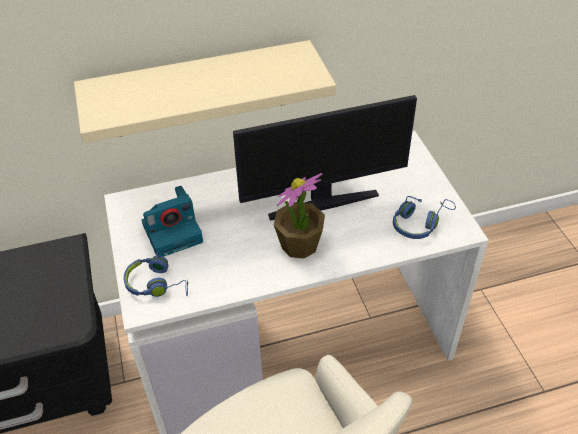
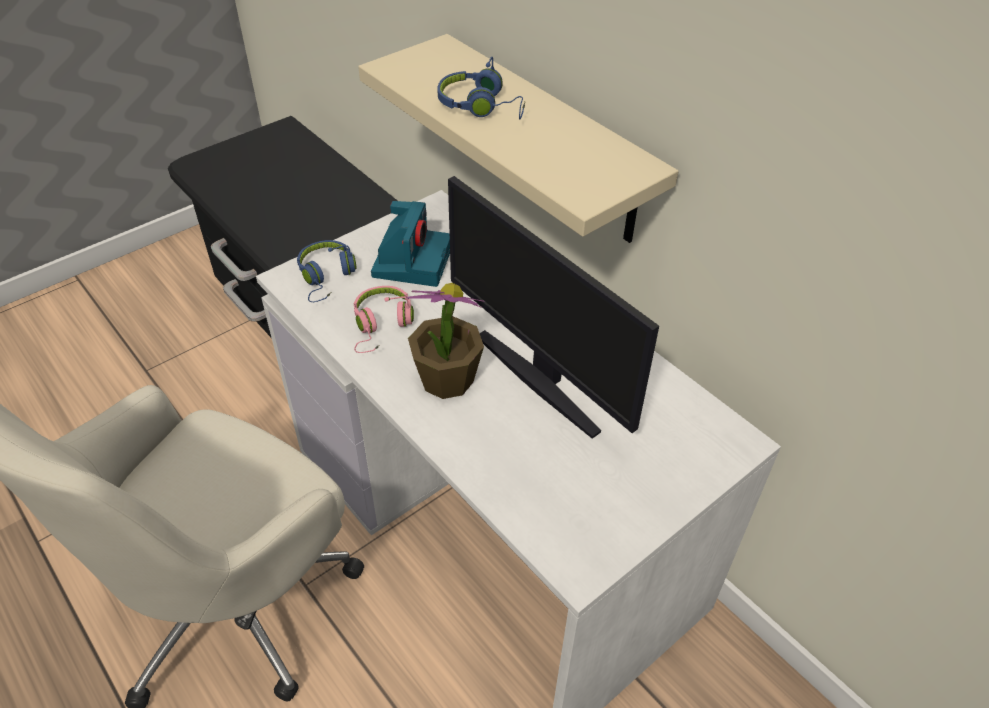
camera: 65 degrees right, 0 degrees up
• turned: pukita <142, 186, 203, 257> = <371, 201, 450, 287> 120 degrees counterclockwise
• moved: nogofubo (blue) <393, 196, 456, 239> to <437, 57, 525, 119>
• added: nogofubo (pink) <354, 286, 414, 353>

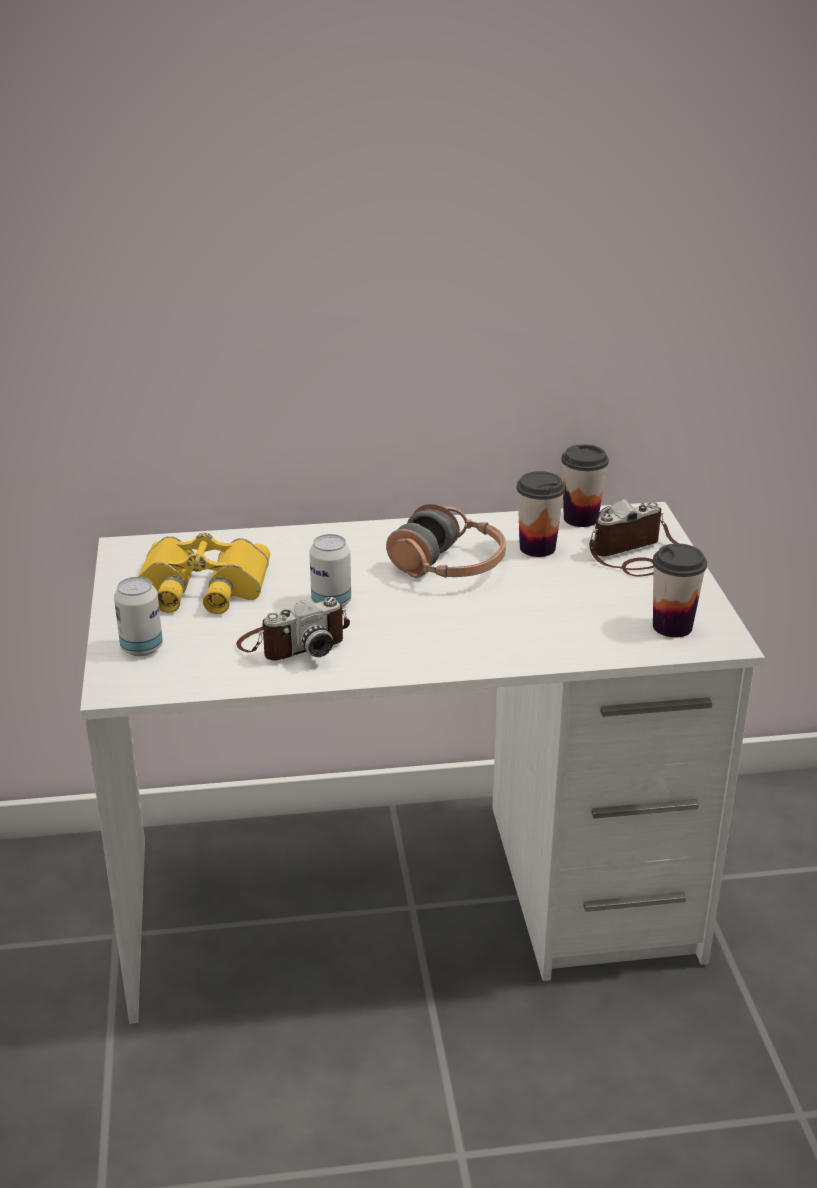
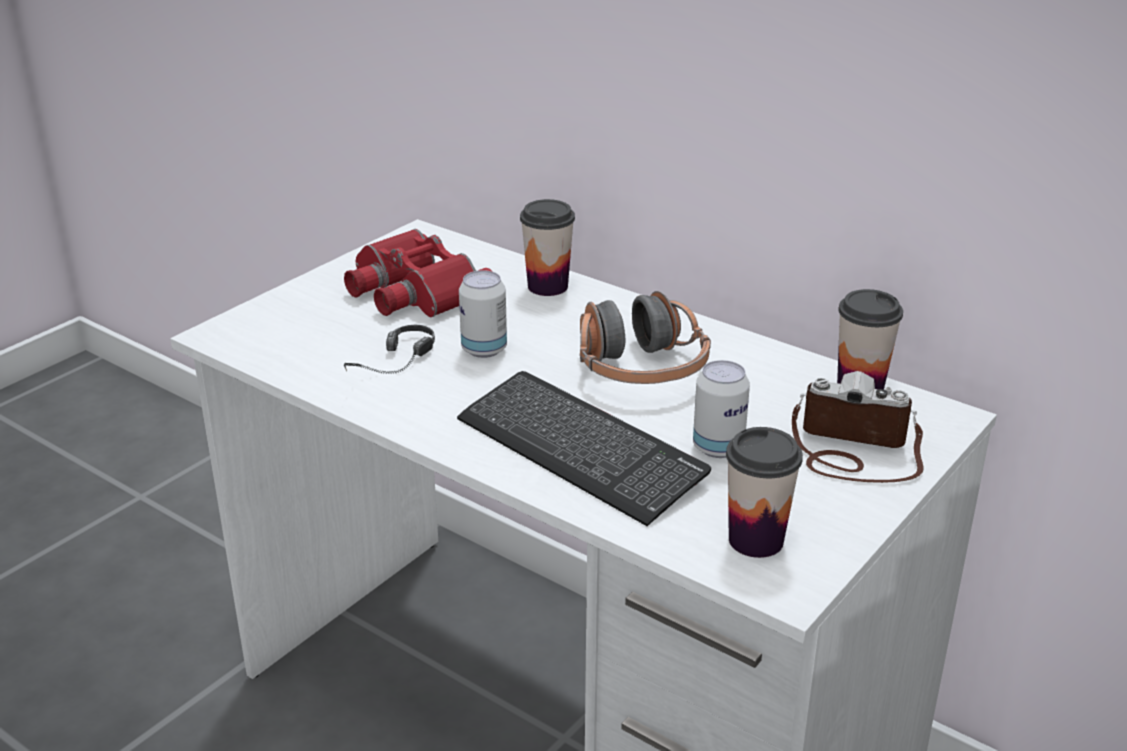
camera: 45 degrees right, 0 degrees up
• moved: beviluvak <114, 577, 163, 656> to <693, 360, 750, 458>
• recoloured: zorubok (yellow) <138, 533, 270, 614> to zorubok (red) <344, 229, 493, 317>
• replaced: pukita <236, 597, 350, 661> to nogofubo <344, 325, 435, 374>
• moved: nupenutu <516, 471, 565, 557> to <520, 199, 575, 296>
• added: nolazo <457, 371, 711, 526>

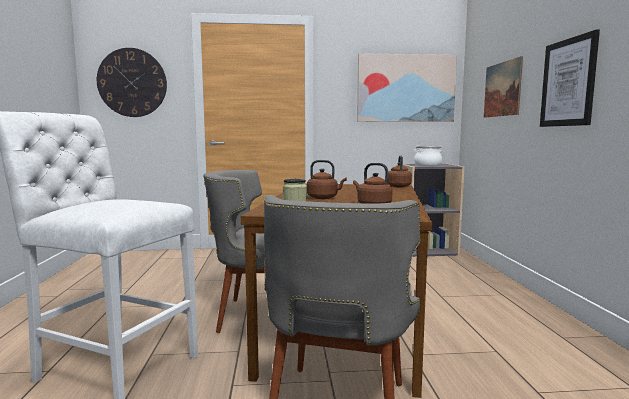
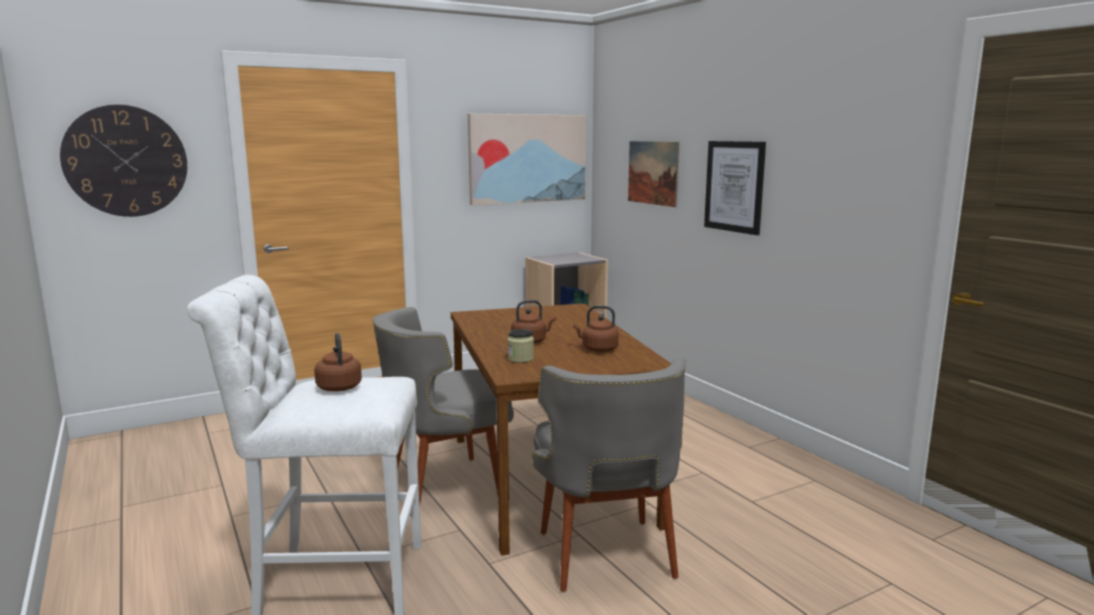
camera: 25 degrees left, 5 degrees up
• moved: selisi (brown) <388, 155, 412, 187> to <314, 333, 362, 392>
• removed: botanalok <414, 146, 443, 166>

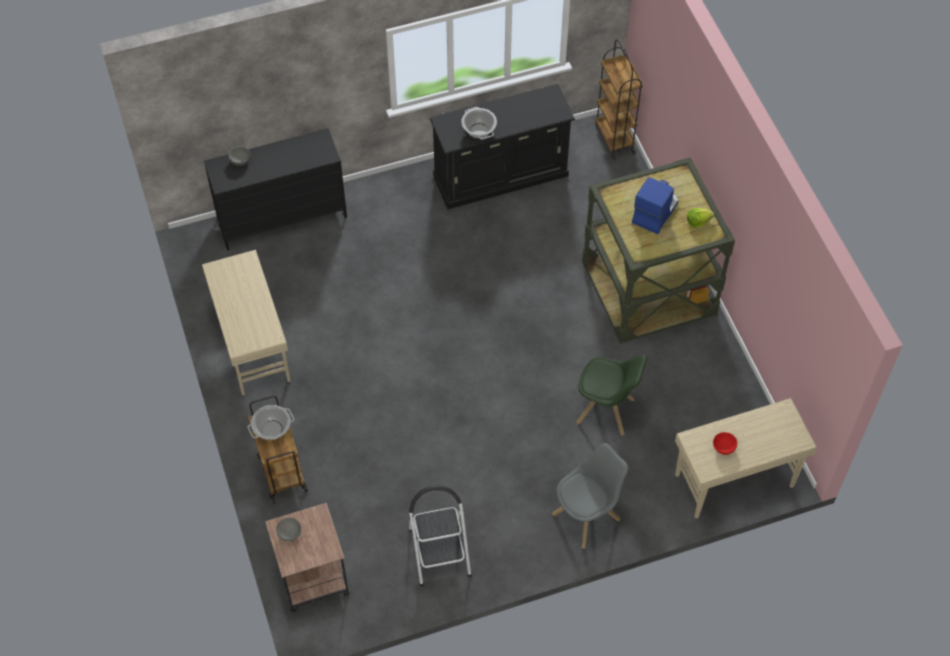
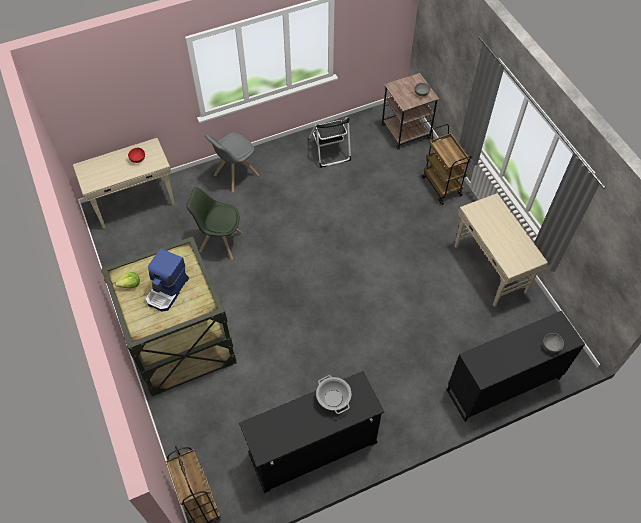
camera: 175 degrees right, 0 degrees up
• removed: botanalok <247, 405, 294, 440>

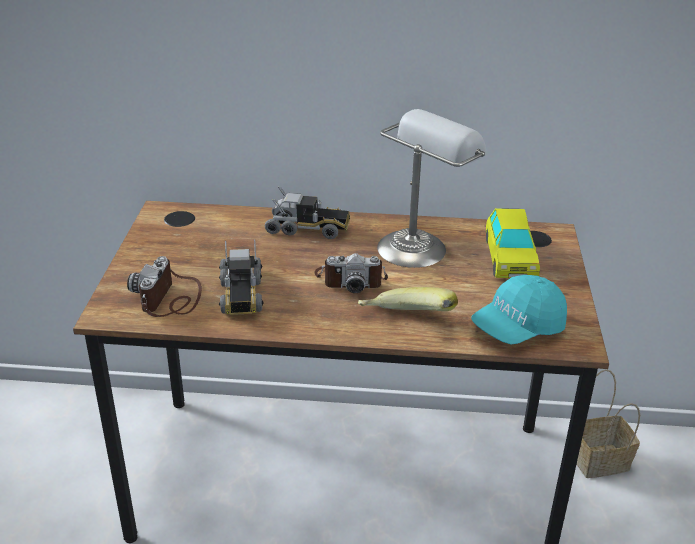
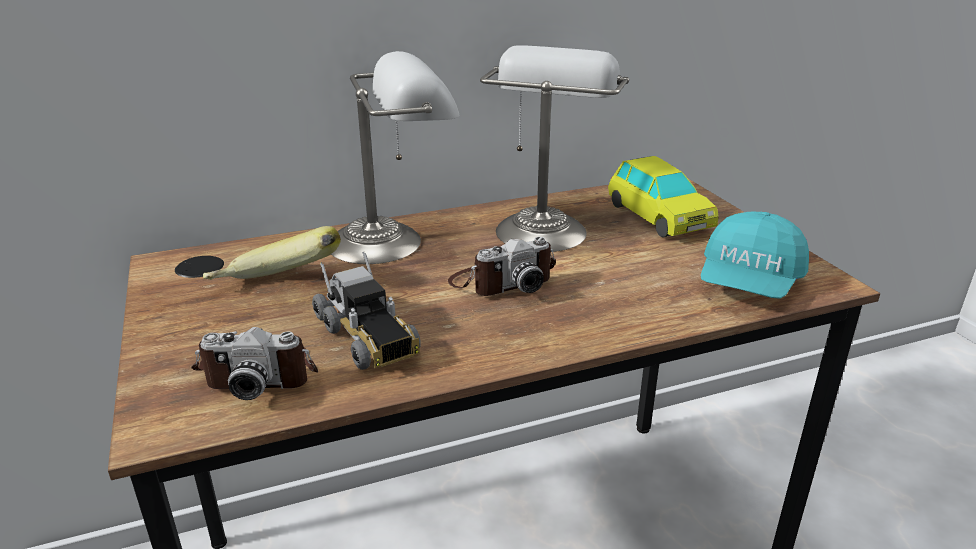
camera: 25 degrees left, 5 degrees down
• turned: pukita <127, 256, 202, 317> = <191, 327, 318, 400> 75 degrees counterclockwise
• replaced: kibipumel <265, 187, 350, 239> to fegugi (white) <331, 51, 460, 264>
• moved: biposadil <358, 287, 458, 311> to <203, 226, 341, 280>
• removed: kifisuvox <577, 369, 640, 478>

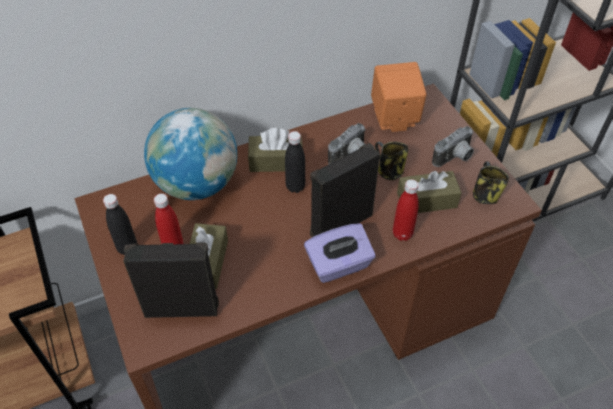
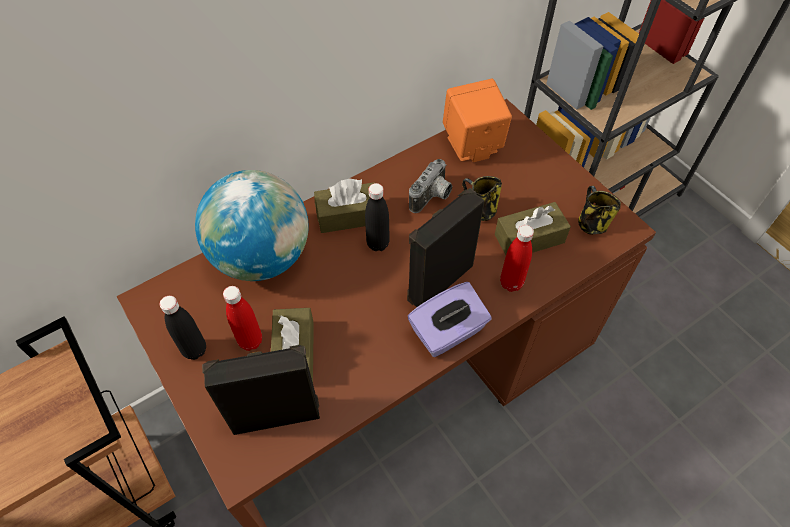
camera: 10 degrees left, 5 degrees up
• removed: pukita <432, 126, 474, 167>

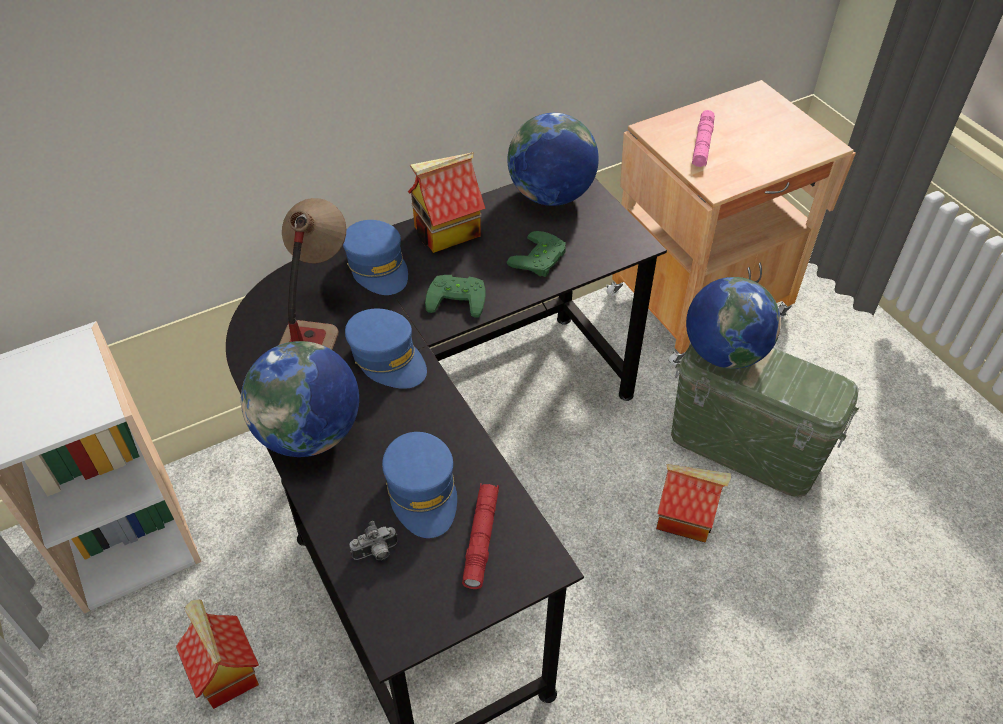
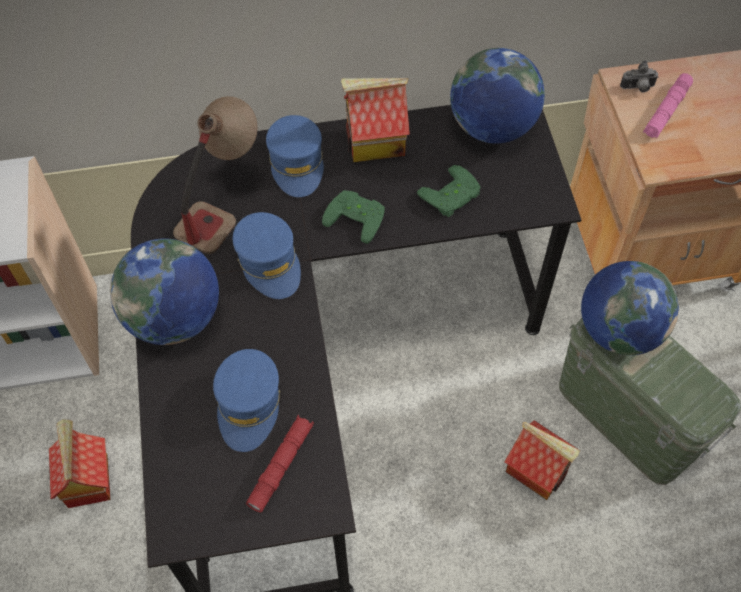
camera: 20 degrees right, 10 degrees up
• moved: pukita <349, 521, 397, 560> to <620, 60, 658, 92>

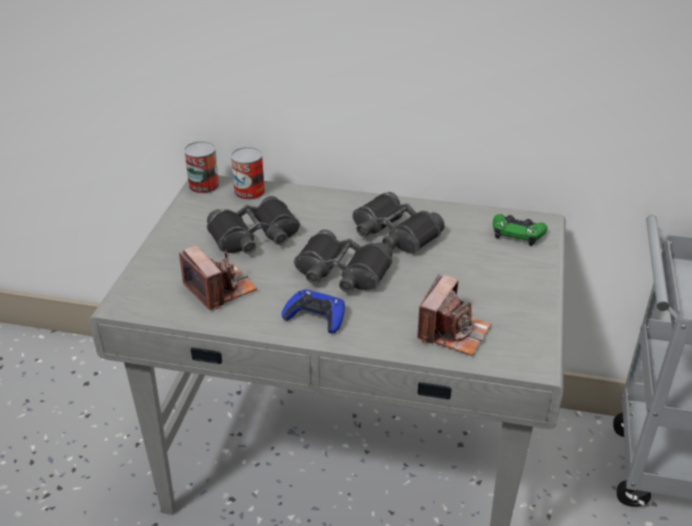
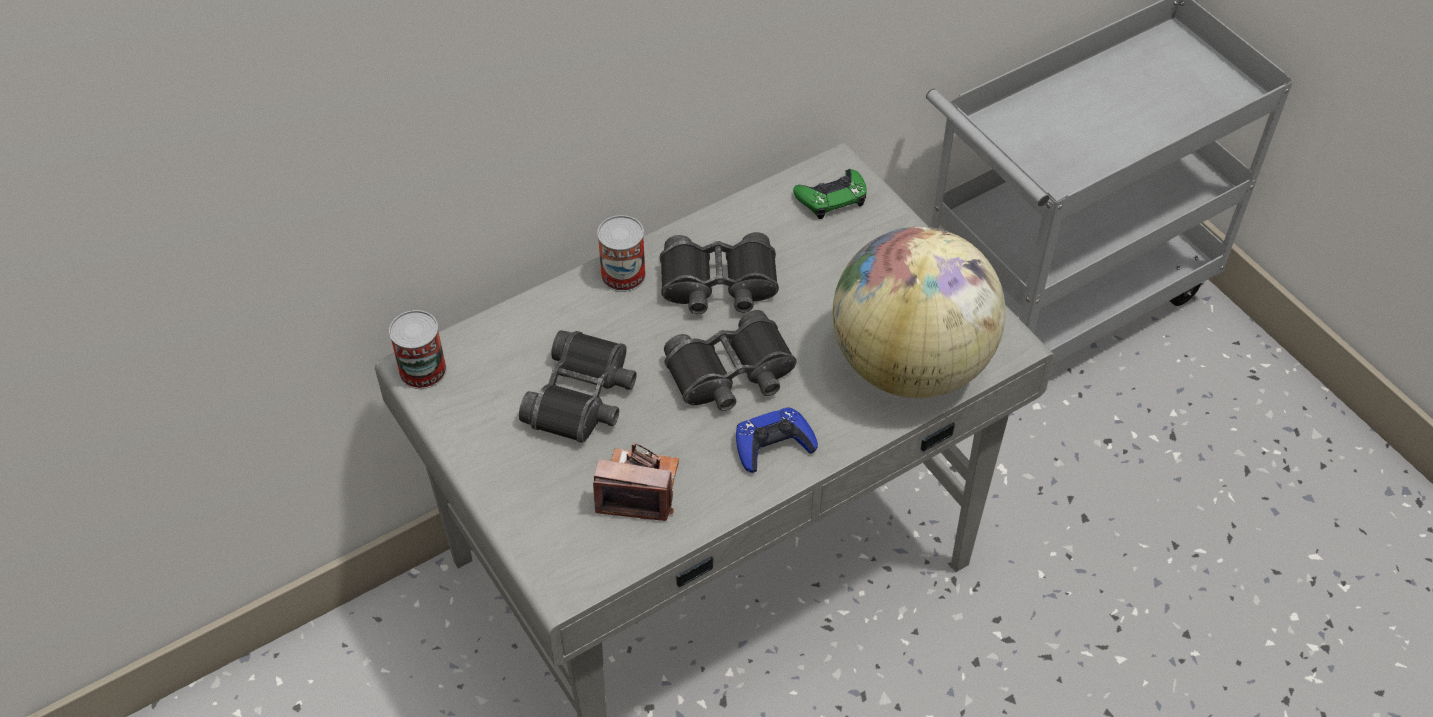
camera: 45 degrees left, 15 degrees up
• moved: beviluvak <231, 147, 265, 201> to <597, 215, 646, 292>
• replaced: pukita <417, 274, 491, 356> to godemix <833, 226, 1006, 398>

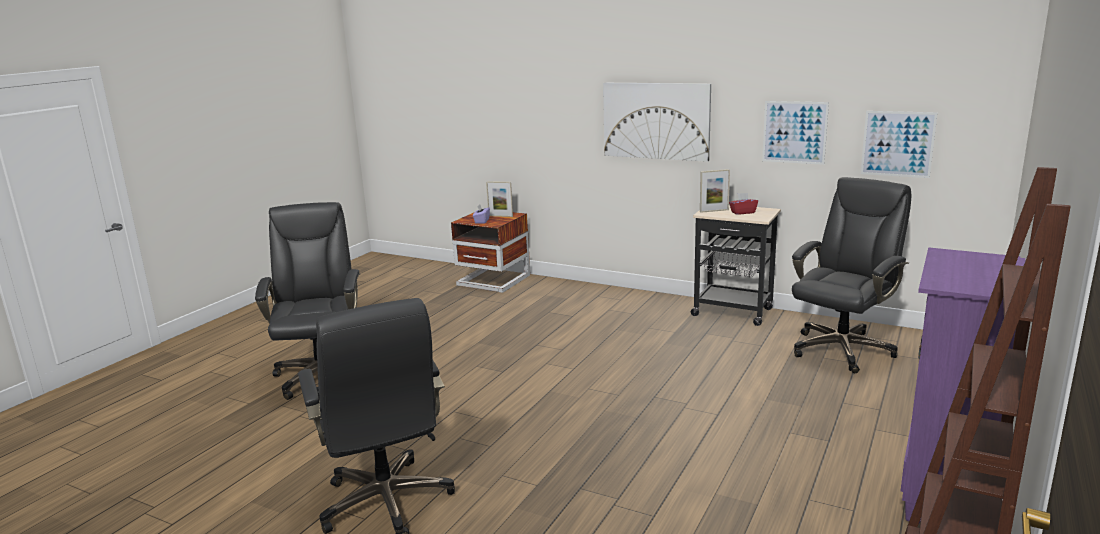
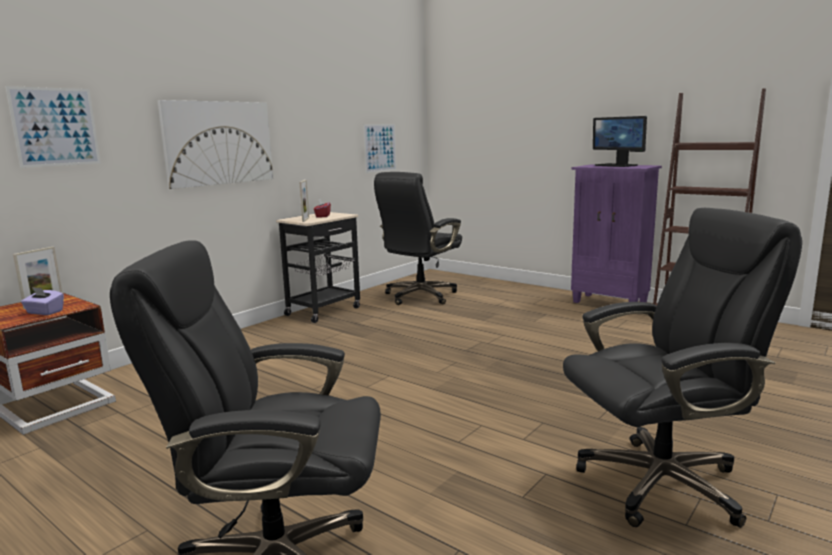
camera: 80 degrees left, 5 degrees down
• moved: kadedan <762, 101, 829, 165> to <5, 86, 100, 168>
• turned: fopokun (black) <792, 177, 911, 373> = <374, 172, 462, 305> 105 degrees counterclockwise
• added: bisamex <593, 116, 647, 167>

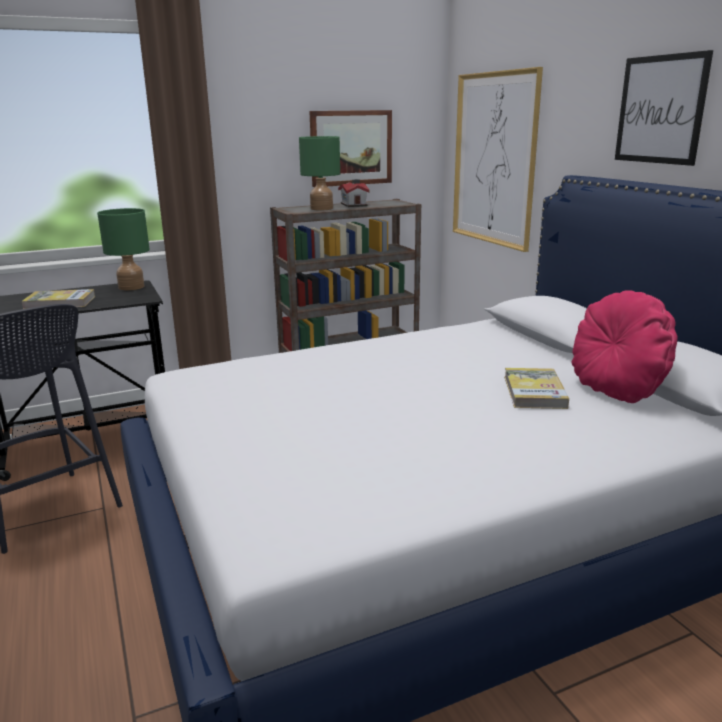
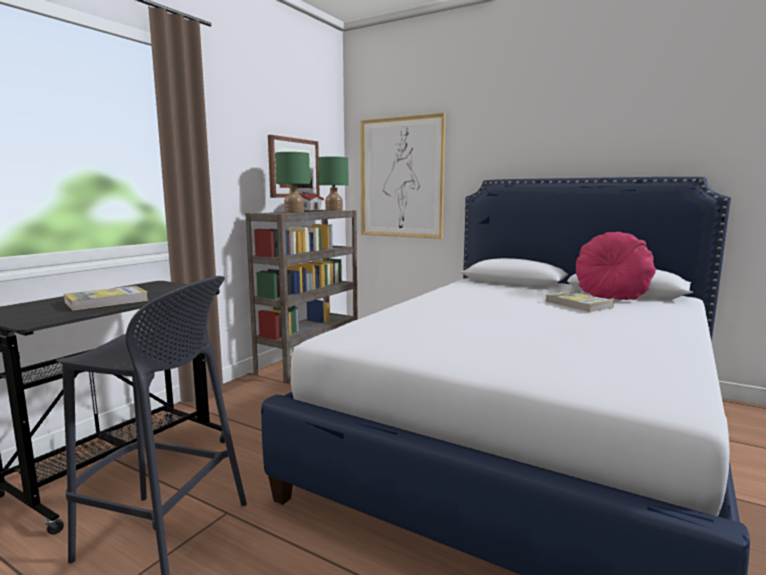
camera: 35 degrees left, 10 degrees down
• moved: fegugi (green) <97, 208, 150, 290> to <318, 156, 349, 211>
• removed: kadedan <615, 50, 713, 166>

